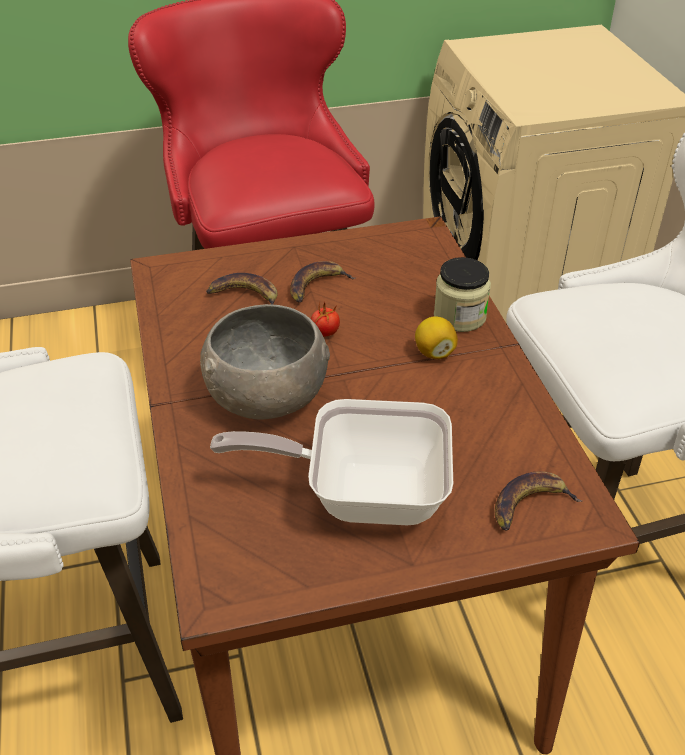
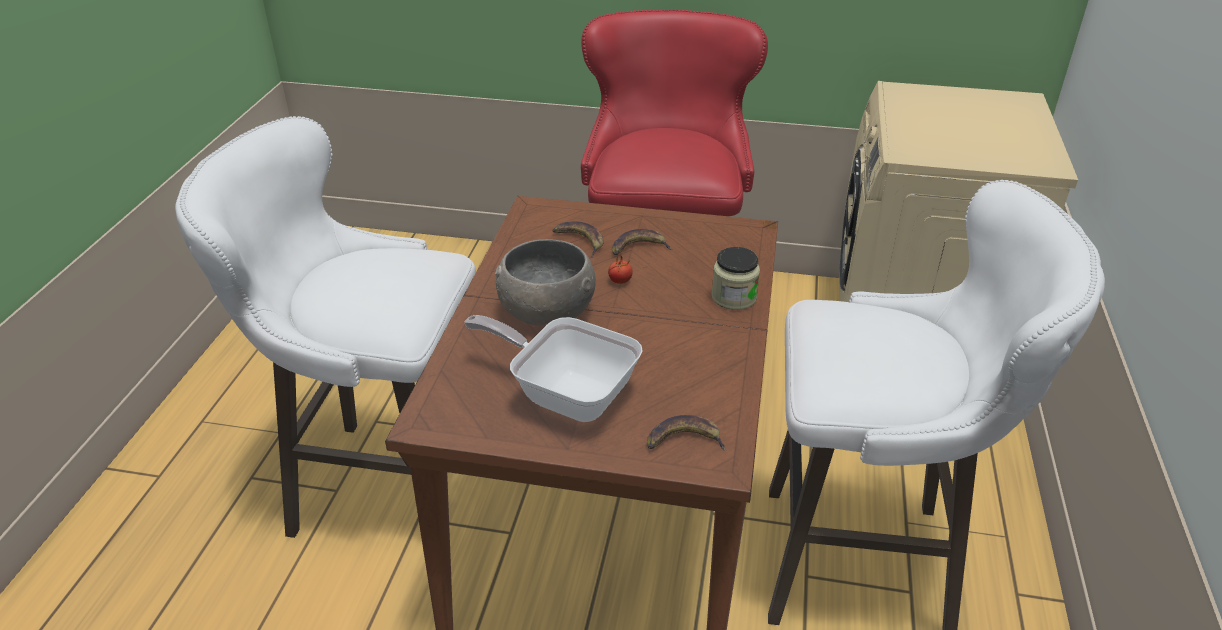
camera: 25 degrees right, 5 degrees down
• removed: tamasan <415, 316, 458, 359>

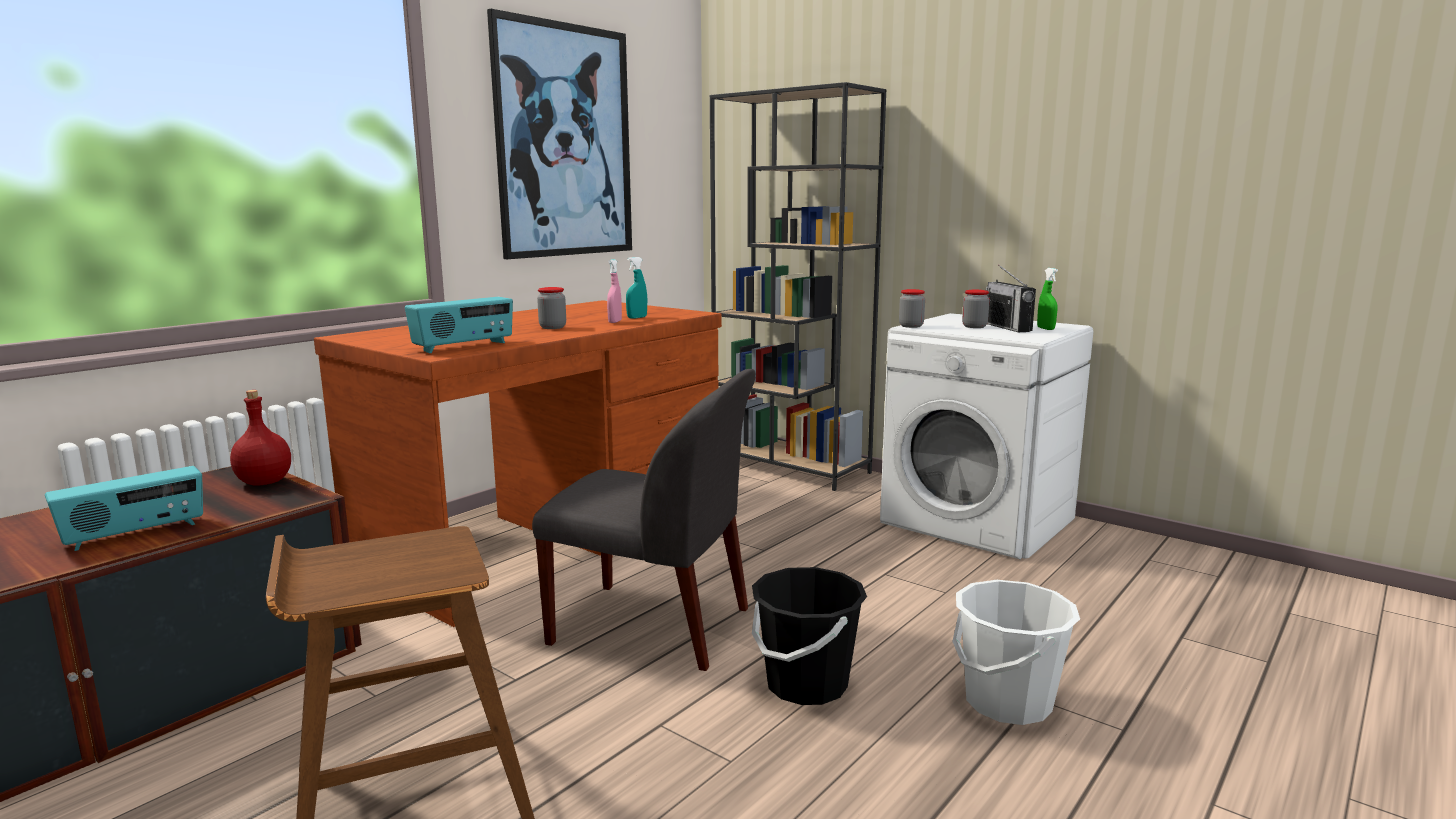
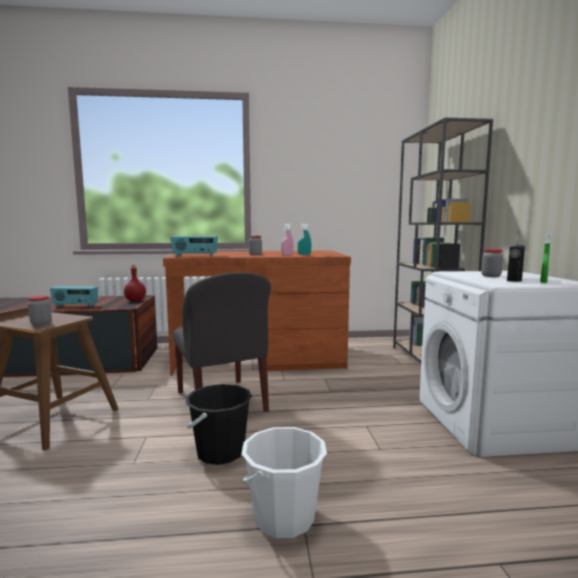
camera: 45 degrees right, 5 degrees down
• removed: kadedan <487, 9, 632, 259>
• moved: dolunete <899, 289, 925, 328> to <28, 296, 52, 325>

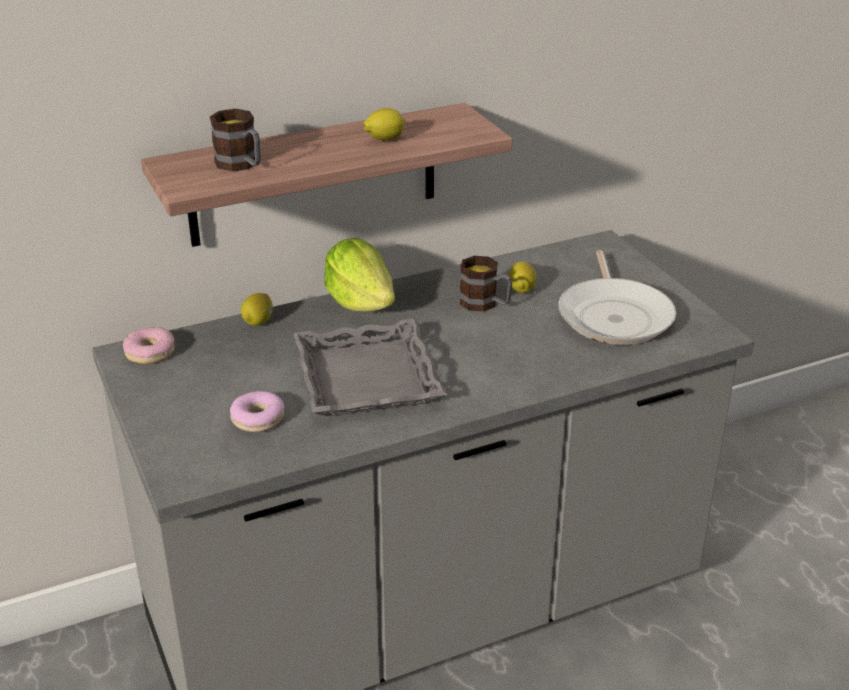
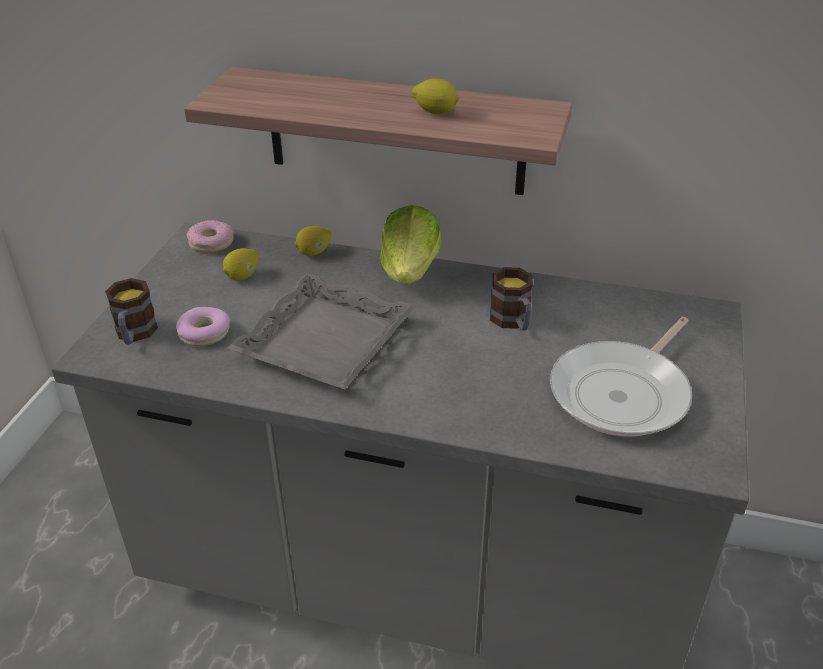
camera: 40 degrees right, 5 degrees up
• moved: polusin <210, 109, 261, 172> to <105, 278, 158, 345>
• moved: tamasan <509, 262, 537, 293> to <223, 248, 258, 281>

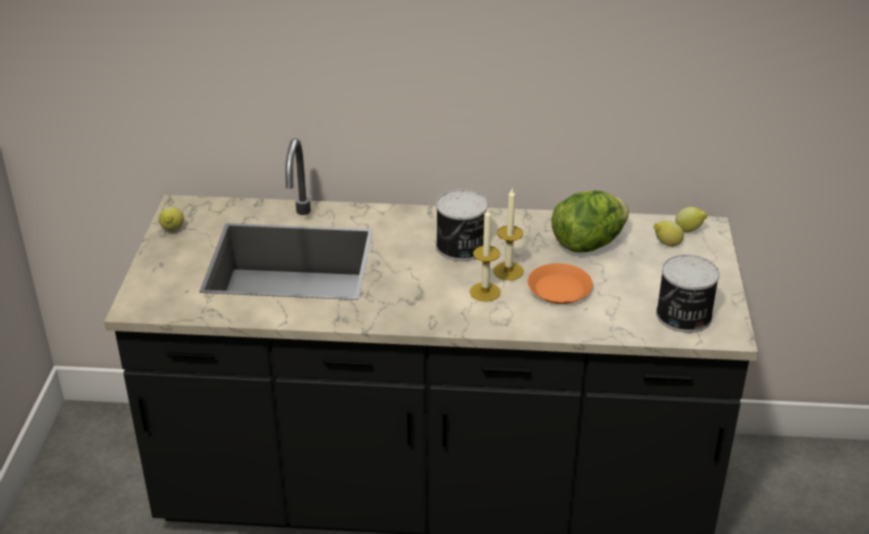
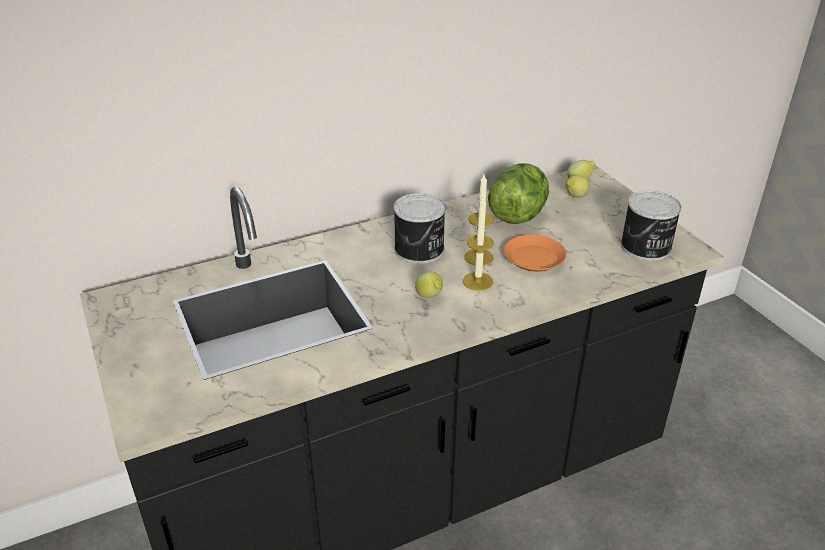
camera: 30 degrees left, 0 degrees up
• moved: tamasan <159, 207, 184, 231> to <415, 271, 443, 298>

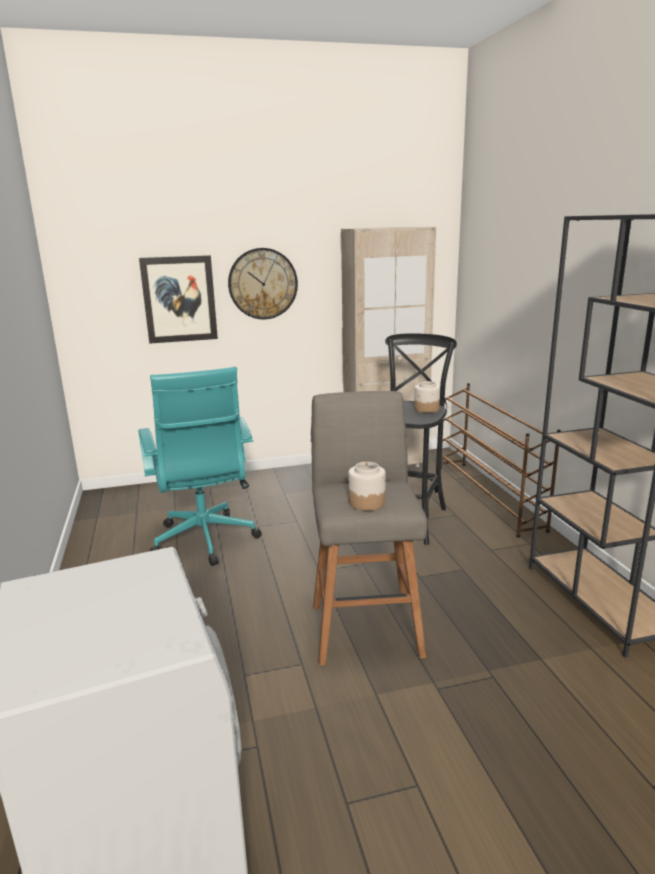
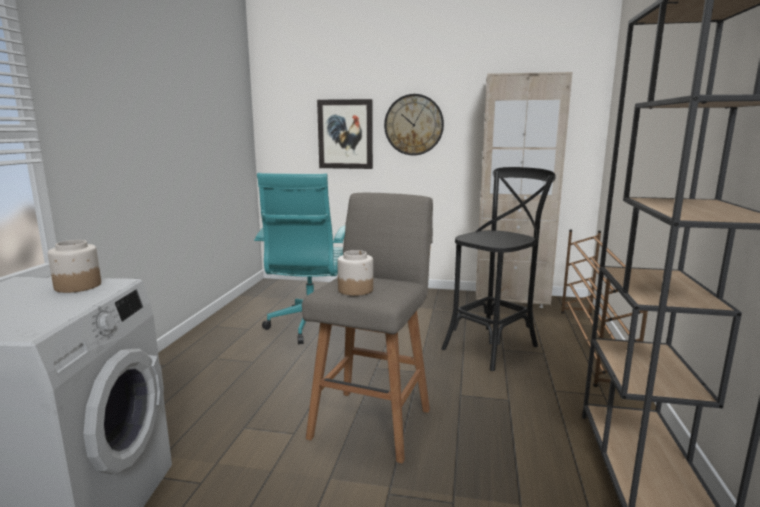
camera: 25 degrees right, 5 degrees down
• moved: dolunete <414, 381, 440, 413> to <48, 240, 101, 293>

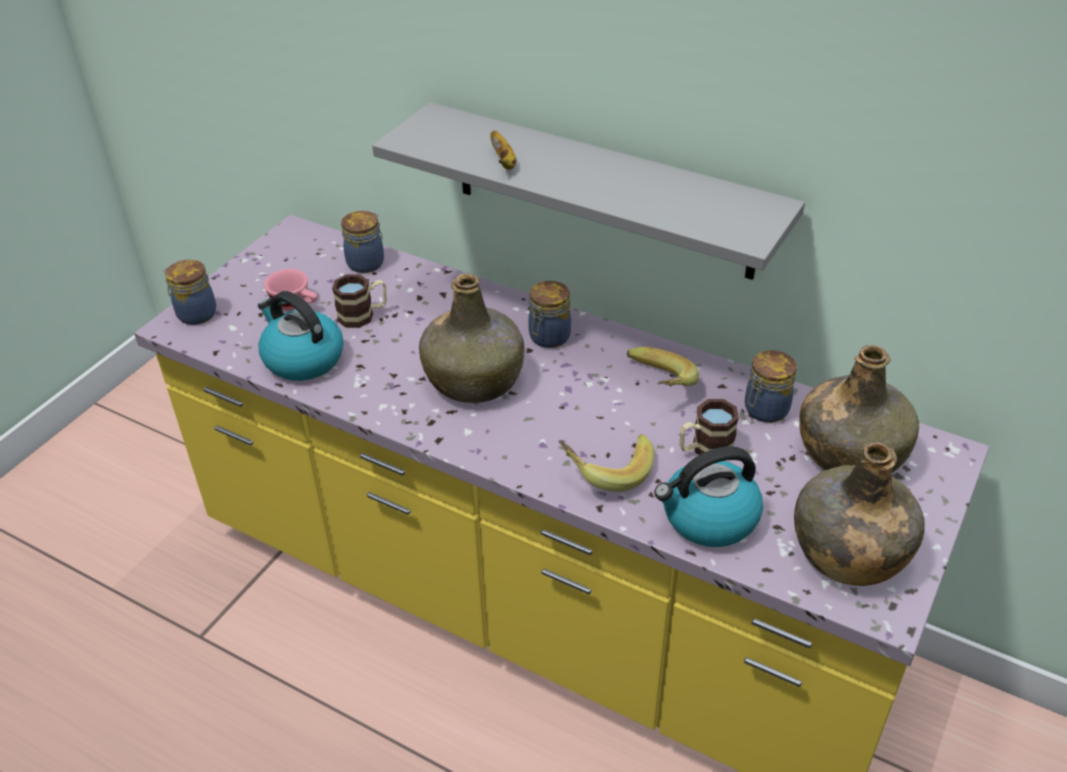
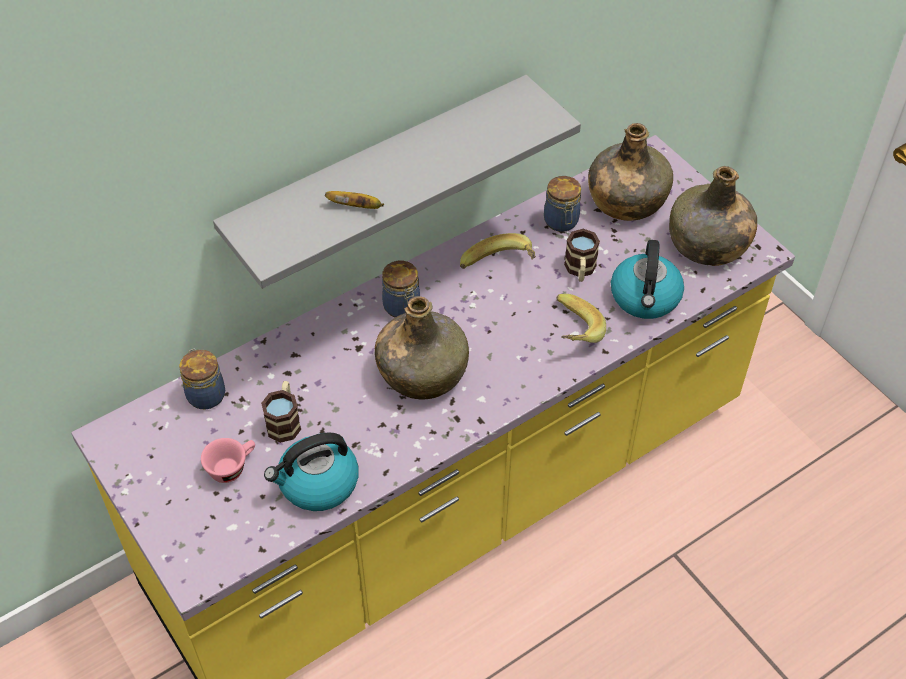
camera: 65 degrees left, 10 degrees up
• removed: dolunete <163, 259, 216, 325>

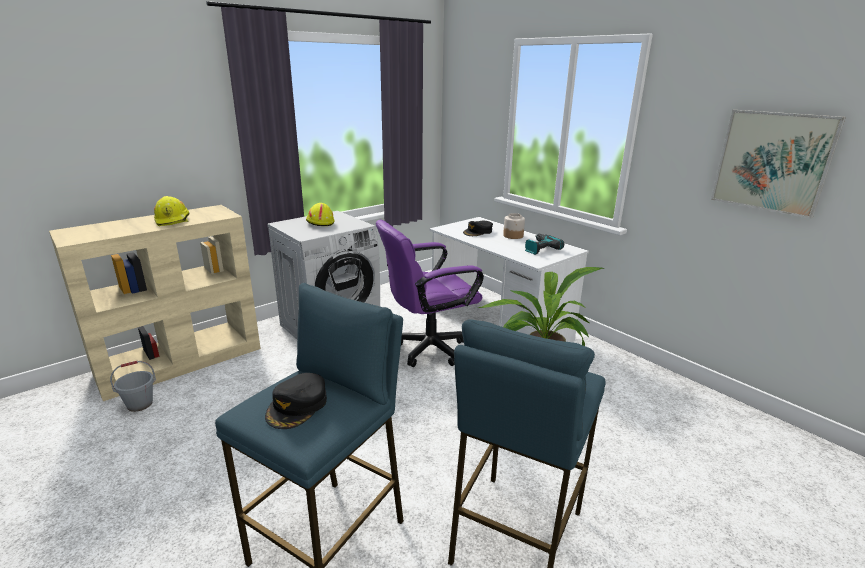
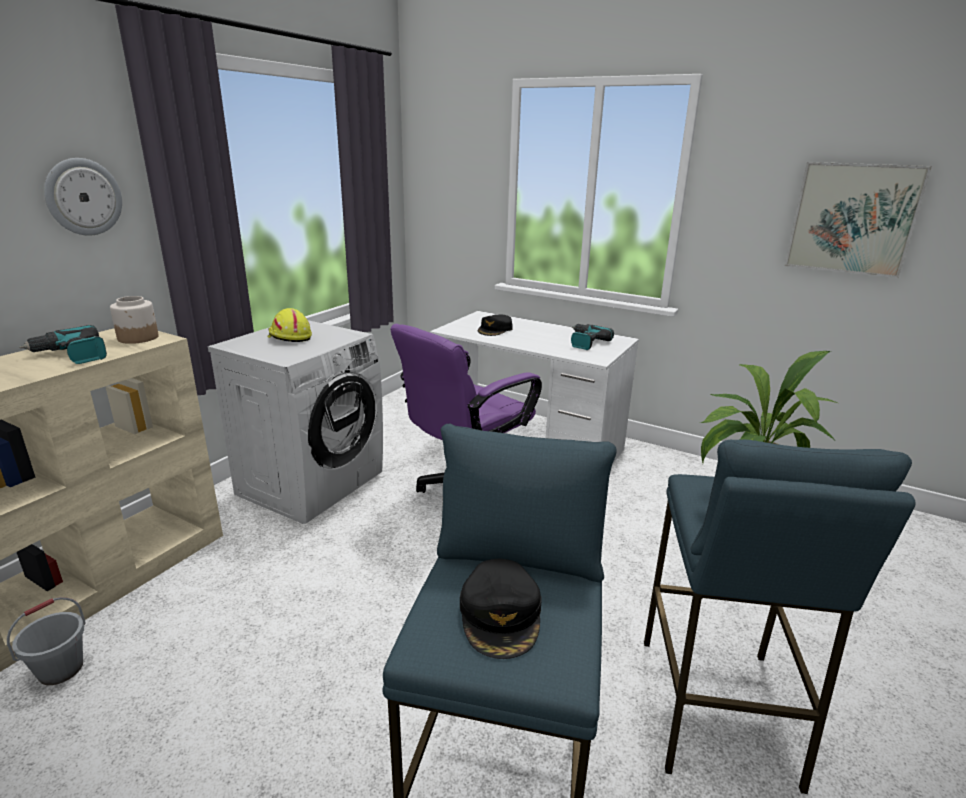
camera: 20 degrees left, 0 degrees up
• replaced: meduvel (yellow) <154, 196, 190, 226> to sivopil <19, 325, 107, 364>
• moved: dolunete <503, 213, 525, 239> to <110, 296, 159, 344>
• added: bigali <44, 158, 122, 236>

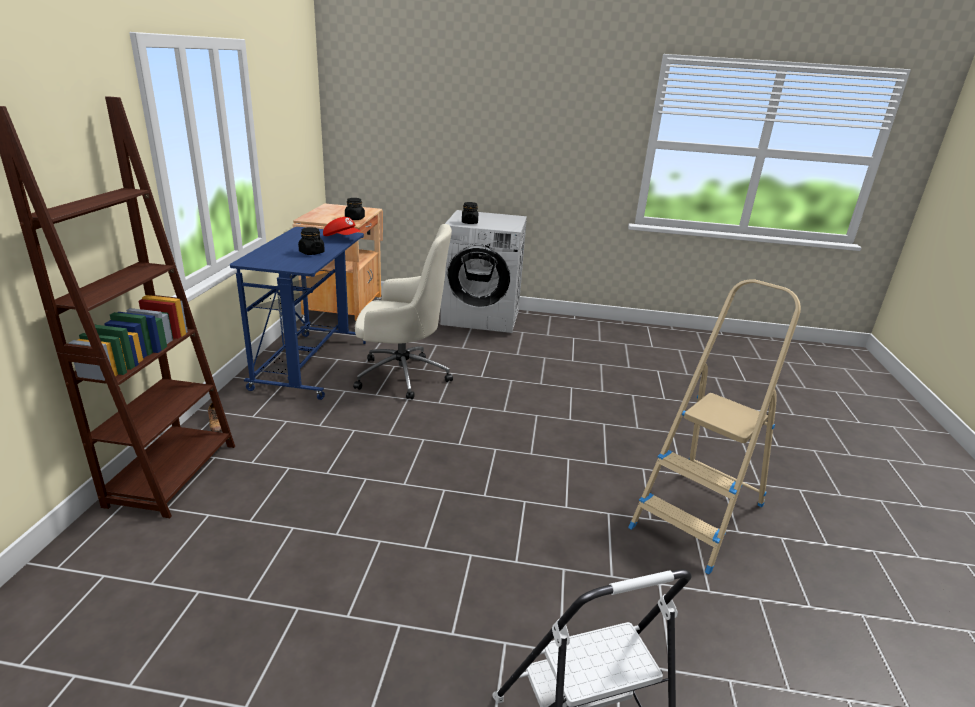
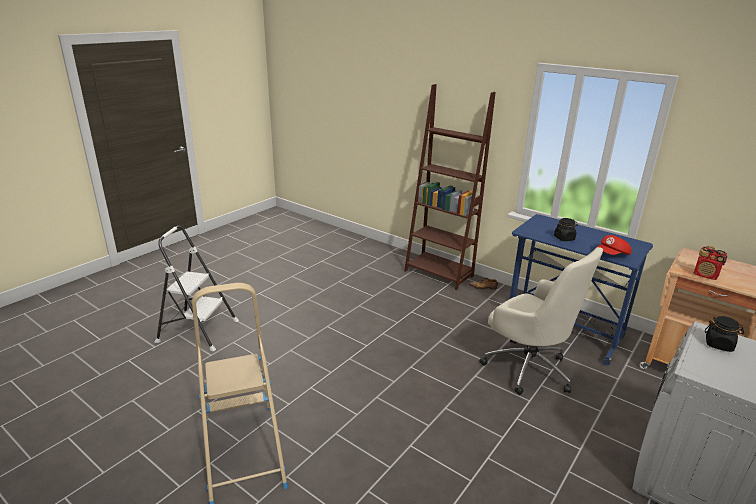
camera: 120 degrees right, 0 degrees up
• replaced: dolunete (black) <345, 198, 365, 220> to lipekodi <693, 246, 728, 280>
• turned: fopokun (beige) <353, 224, 453, 400> = <479, 247, 603, 395> 75 degrees counterclockwise

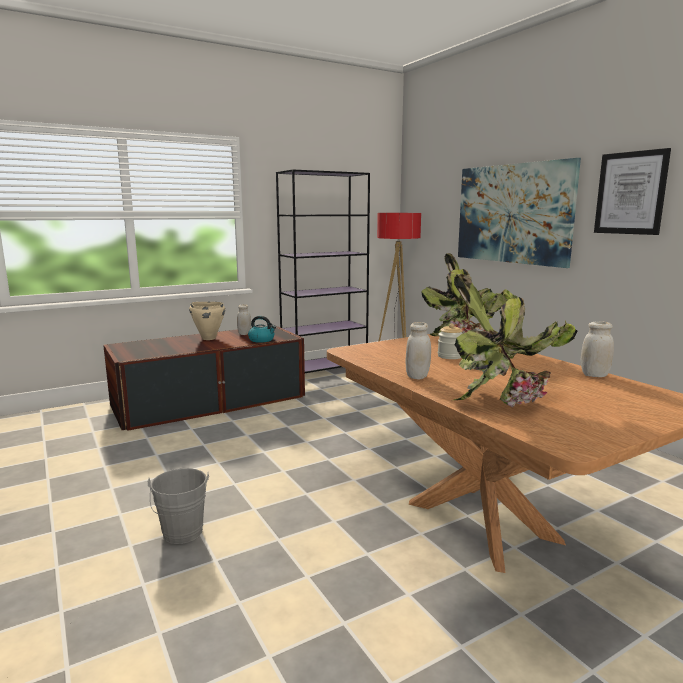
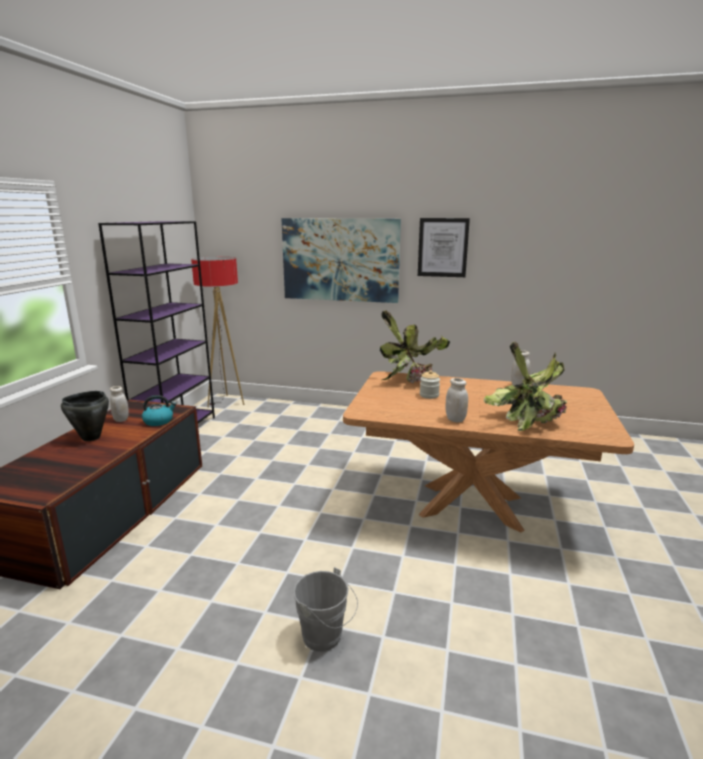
camera: 45 degrees left, 5 degrees up
• recoloured: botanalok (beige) <189, 302, 225, 340> to botanalok (black) <61, 391, 109, 441>

